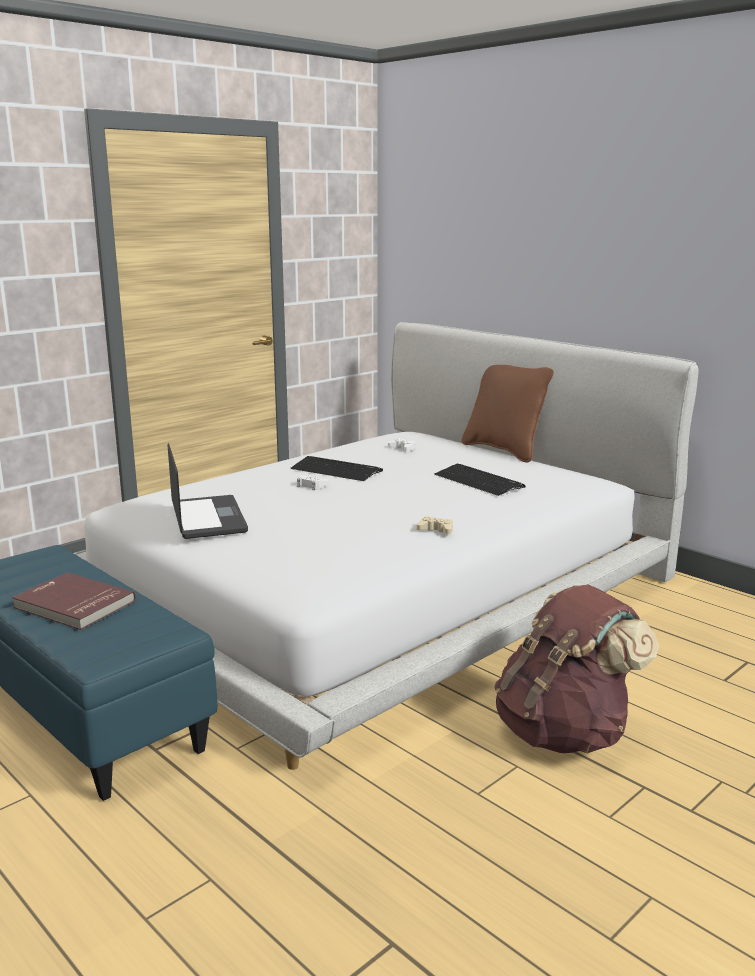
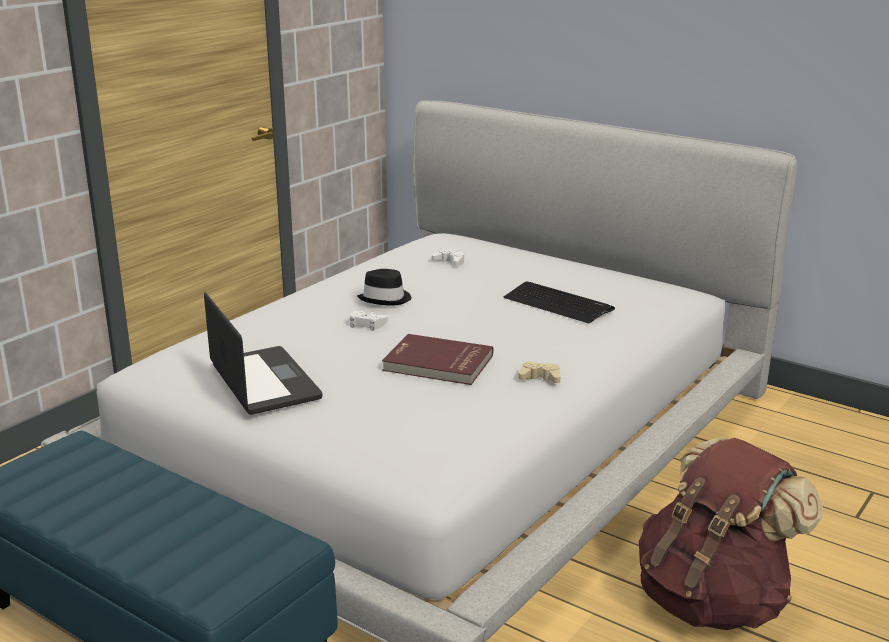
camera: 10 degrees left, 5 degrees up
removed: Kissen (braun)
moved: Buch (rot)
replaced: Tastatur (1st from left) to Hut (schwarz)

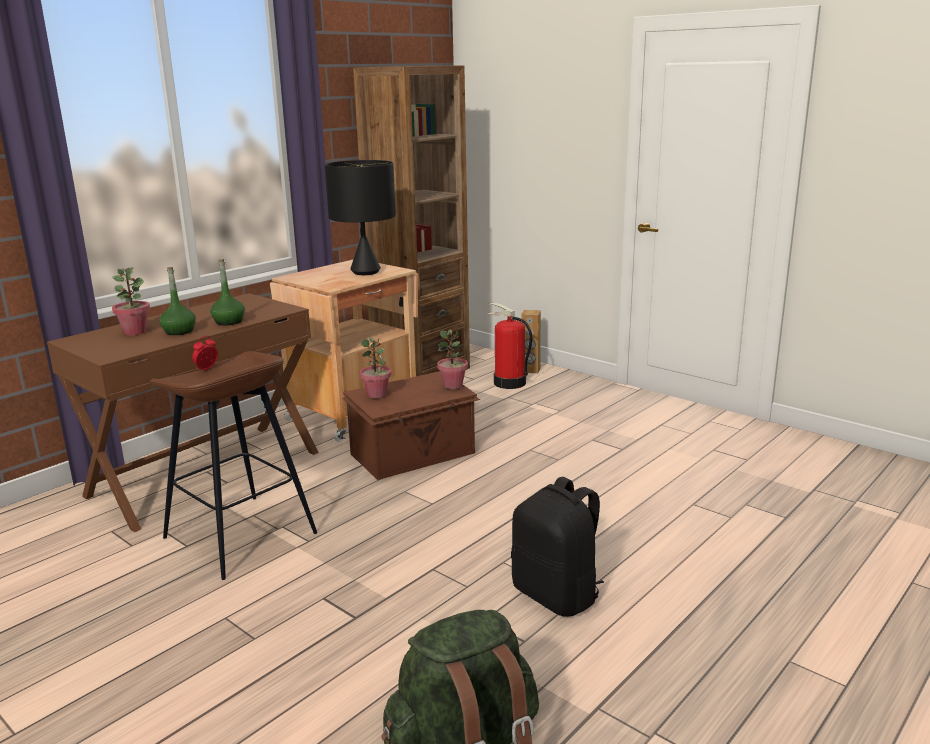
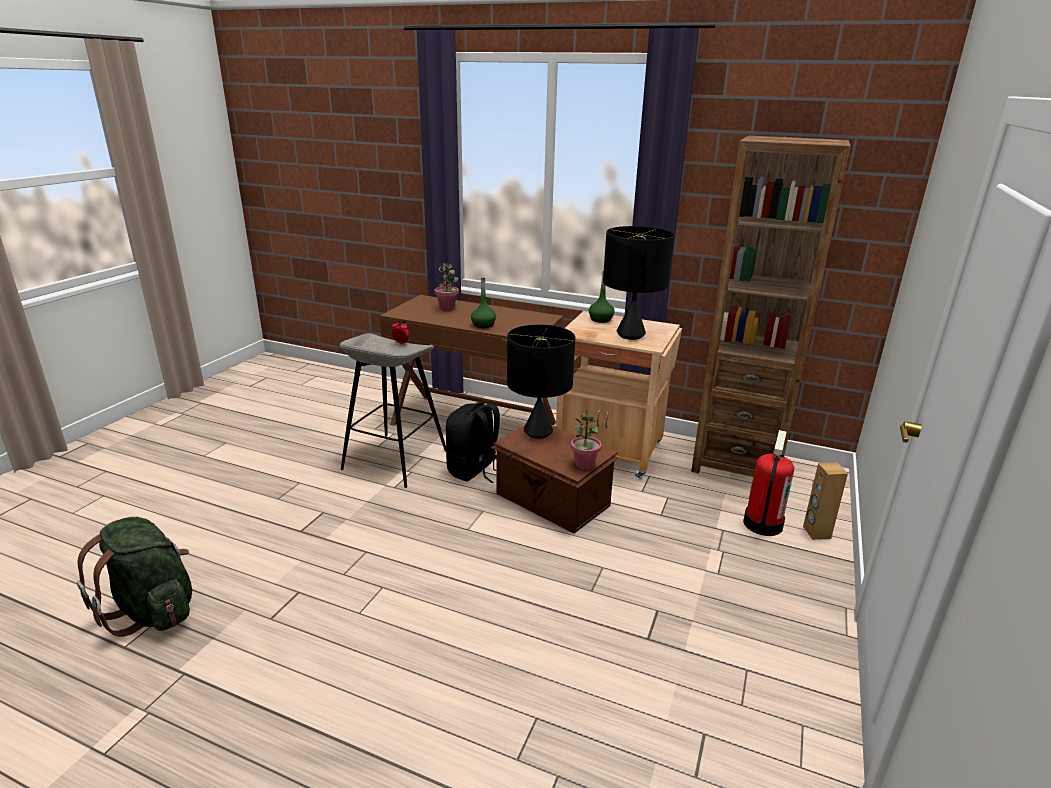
camera: 70 degrees right, 5 degrees up
moved: Flasche (grün) (1st from left in the first image) to Flasche (grün) (2nd from left); Rucksack (schwarz)
replaced: Topfpflanze (2nd from left) to Tischlampe (schwarz) (1st from left)
recoloured: Hocker (braun) to Hocker (grau)

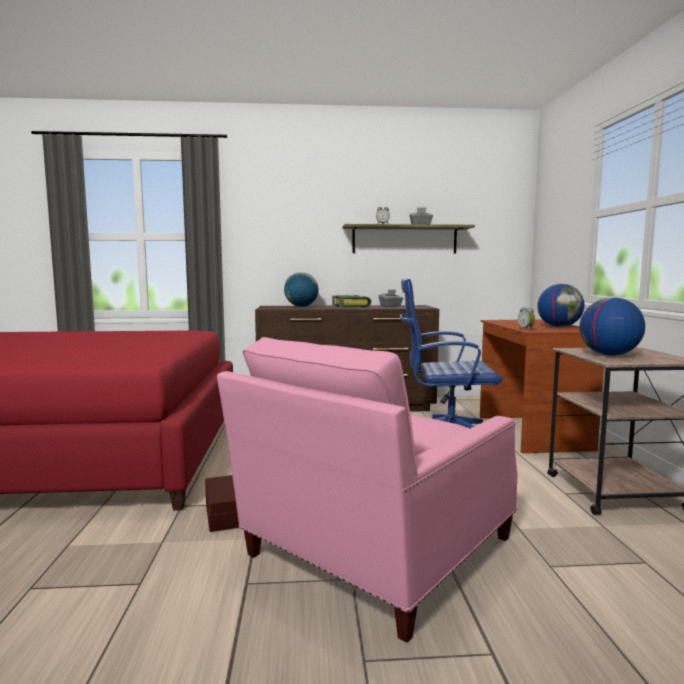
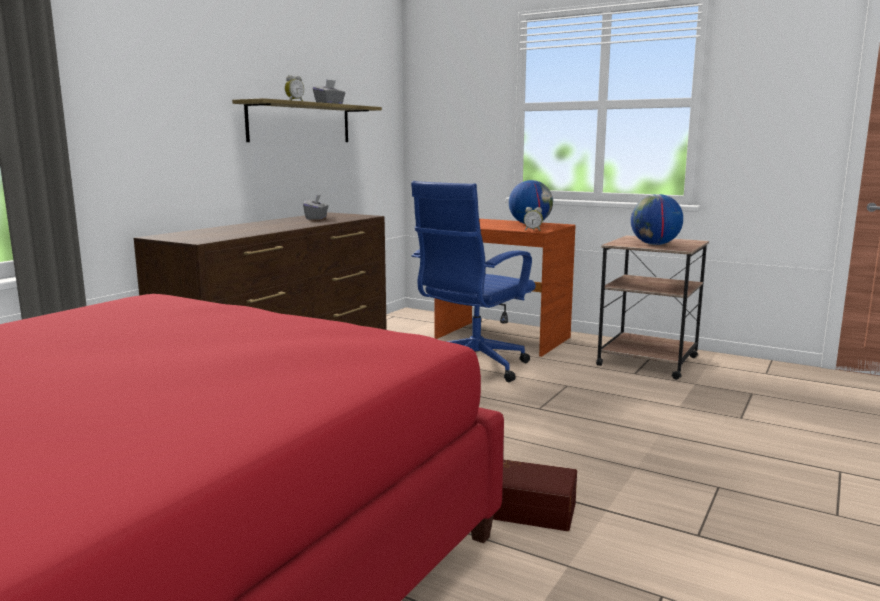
camera: 55 degrees left, 5 degrees up
removed: Sessel (rosa); Globus (1st from left); Buch

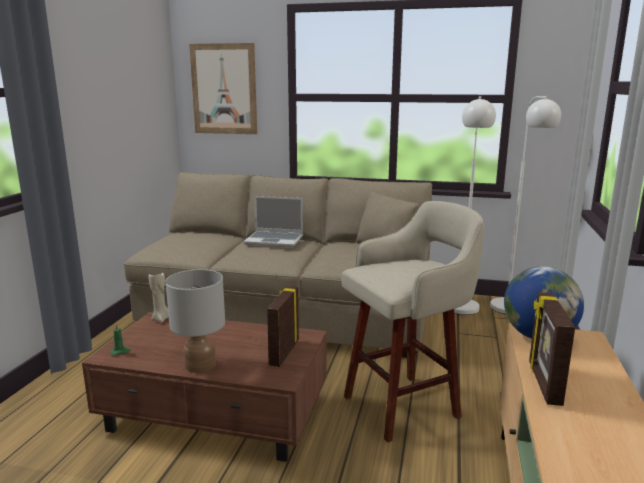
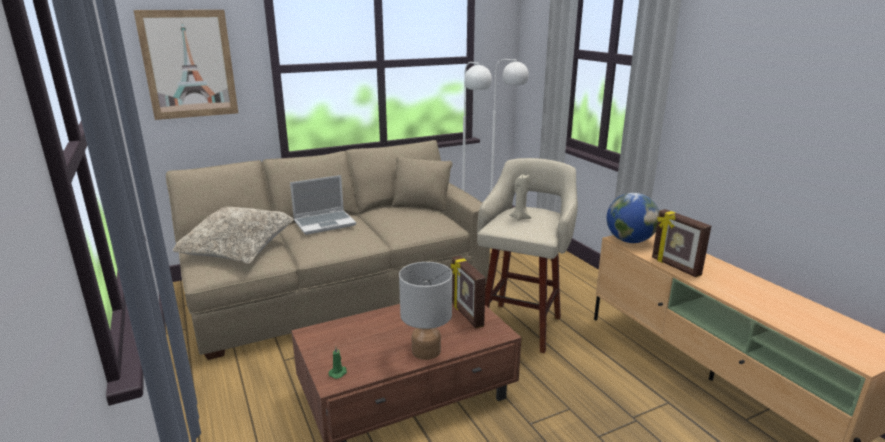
camera: 40 degrees left, 5 degrees up
added: Kissen (beige)
moved: Kerze (beige)

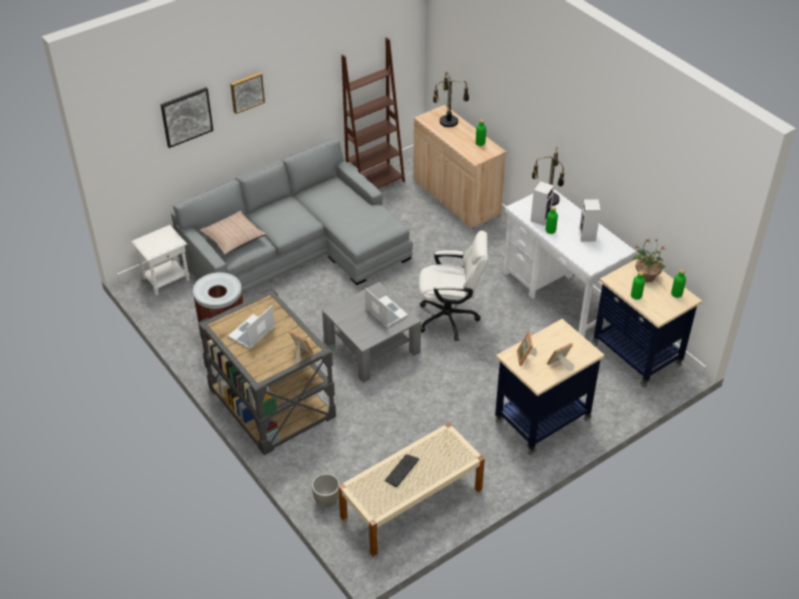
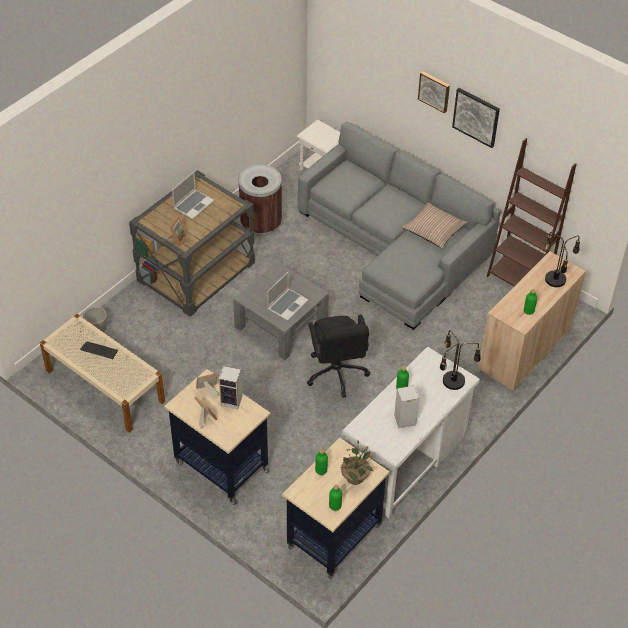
camera: 75 degrees right, 5 degrees up
moved: Bild (1st from left in the first image) to Bild (2nd from left); Kissen; Lautsprecher (1st from left)
recoloured: Bürostuhl (weiß) to Bürostuhl (schwarz)
turned: Laptop (1st from left) 105 degrees clockwise

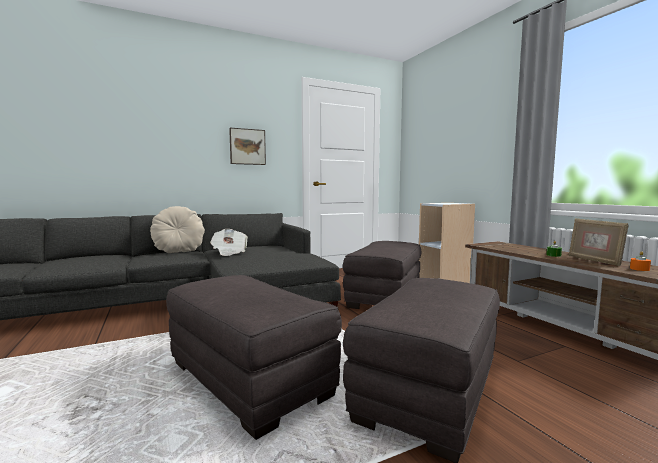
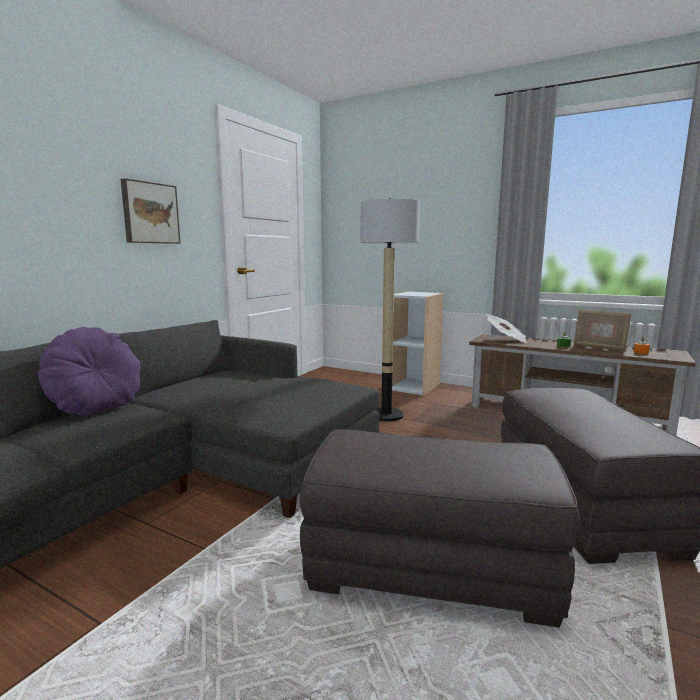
camera: 35 degrees left, 5 degrees up
moved: Zeitung
replaced: Polsterhocker (grau) (2nd from left) to Stehlampe
recoloured: Kissen (beige) to Kissen (lila)

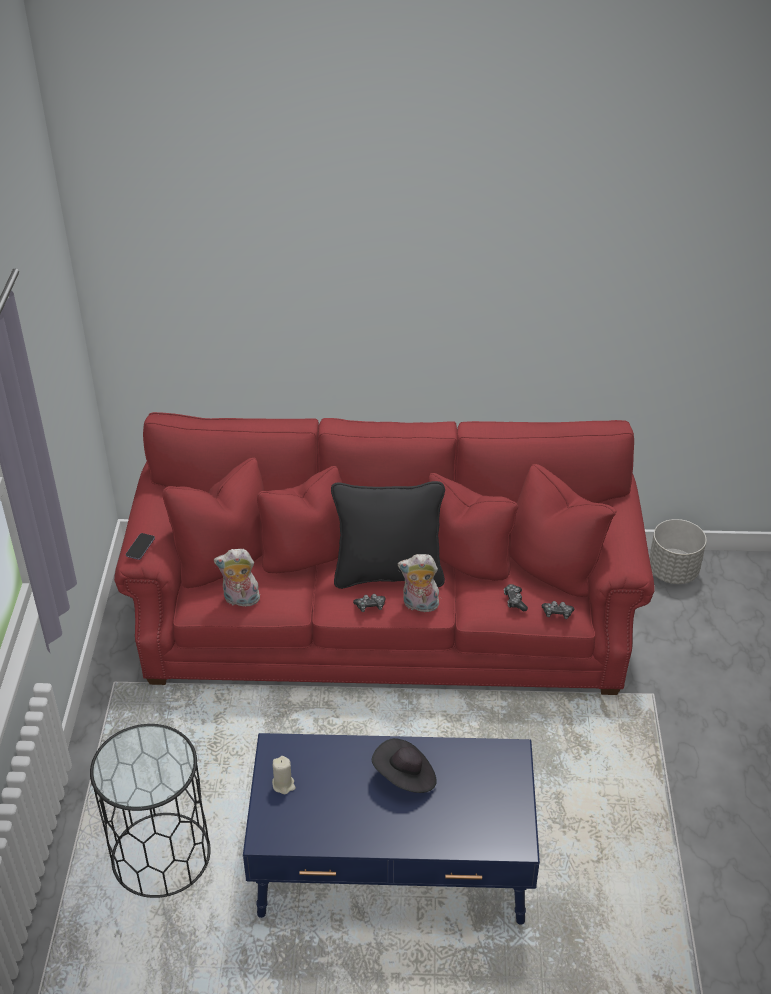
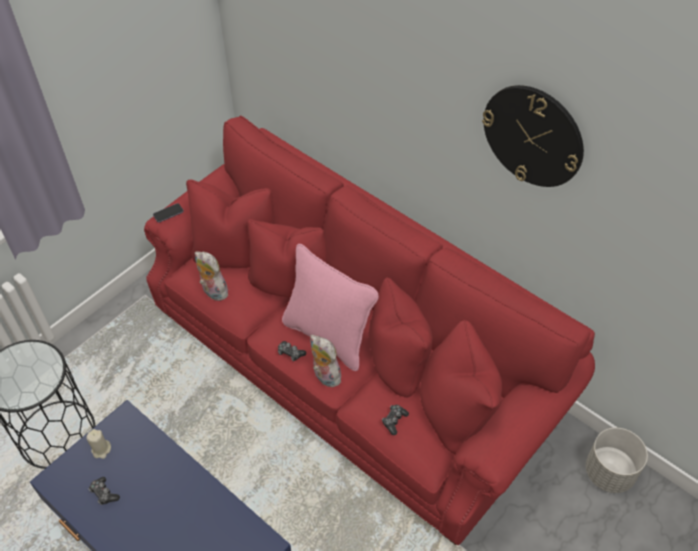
camera: 40 degrees right, 10 degrees up
removed: Hut (schwarz)
added: Wanduhr
moved: Gamepad (3rd from left in the first image) to Gamepad (1st from left)
recoloured: Kissen (schwarz) to Kissen (rosa)

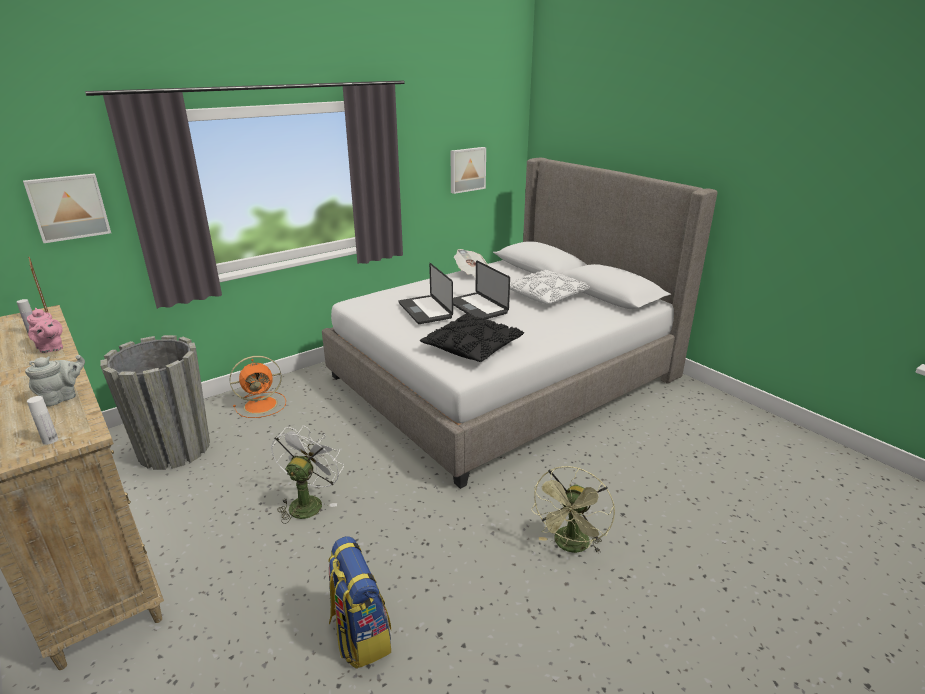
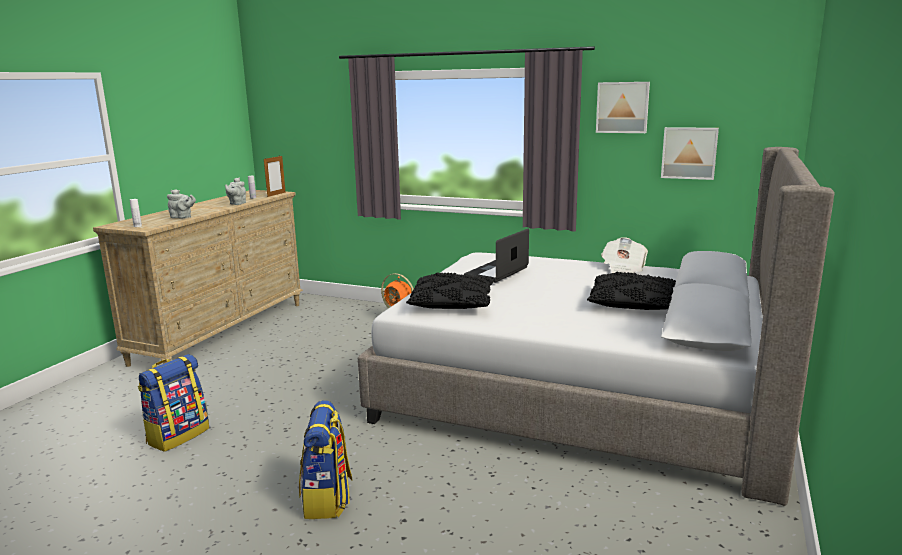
camera: 60 degrees right, 10 degrees down
removed: Pflanzkübel (grau); Ventilator (weiß); Laptop (2nd from left)
moved: Bild (1st from left)
replaced: Ventilator (grün) to Rucksack (2nd from left)
recoloured: Teekanne (rosa) to Teekanne (grau) (2nd from left); Kissen (weiß) to Kissen (schwarz) (2nd from left)

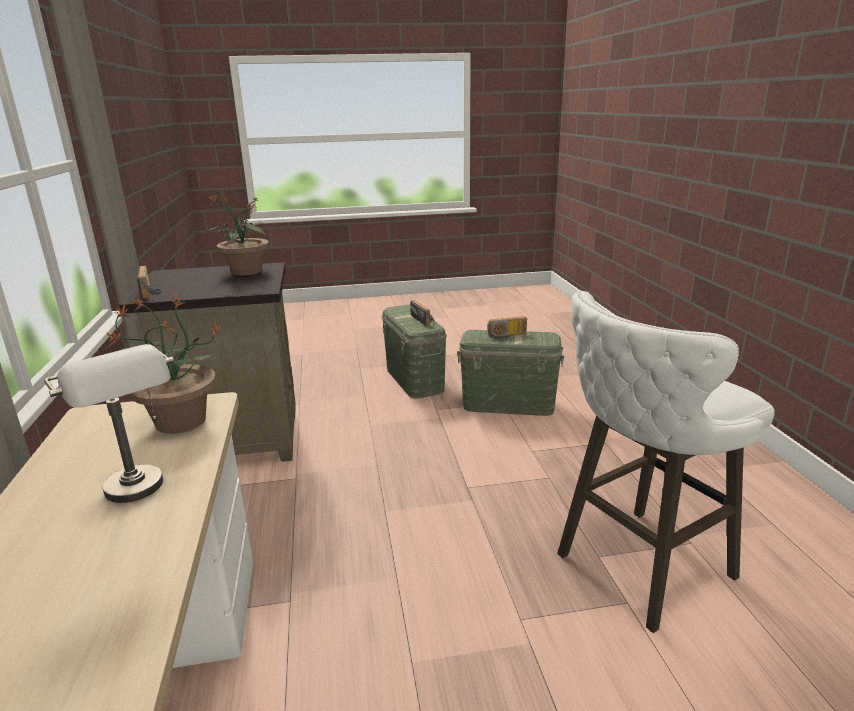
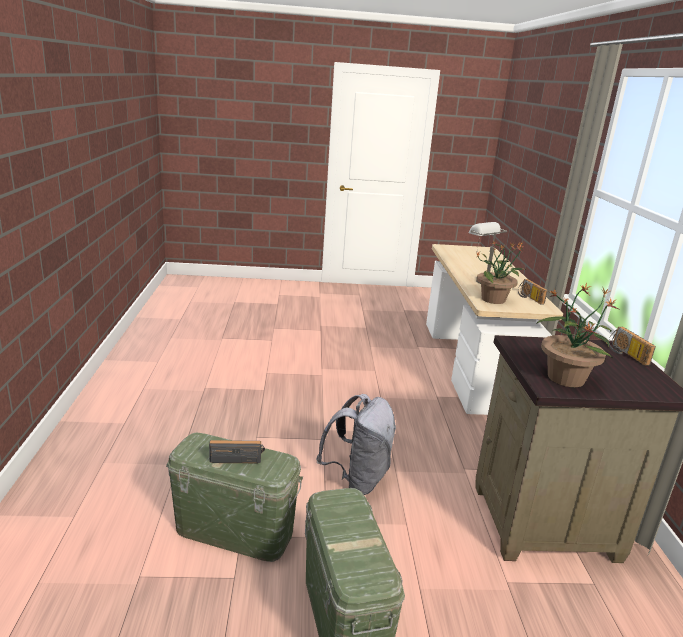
camera: 175 degrees left, 0 degrees up
removed: Hocker (weiß)
added: Rucksack (grau)
moved: Radio (2nd from left)

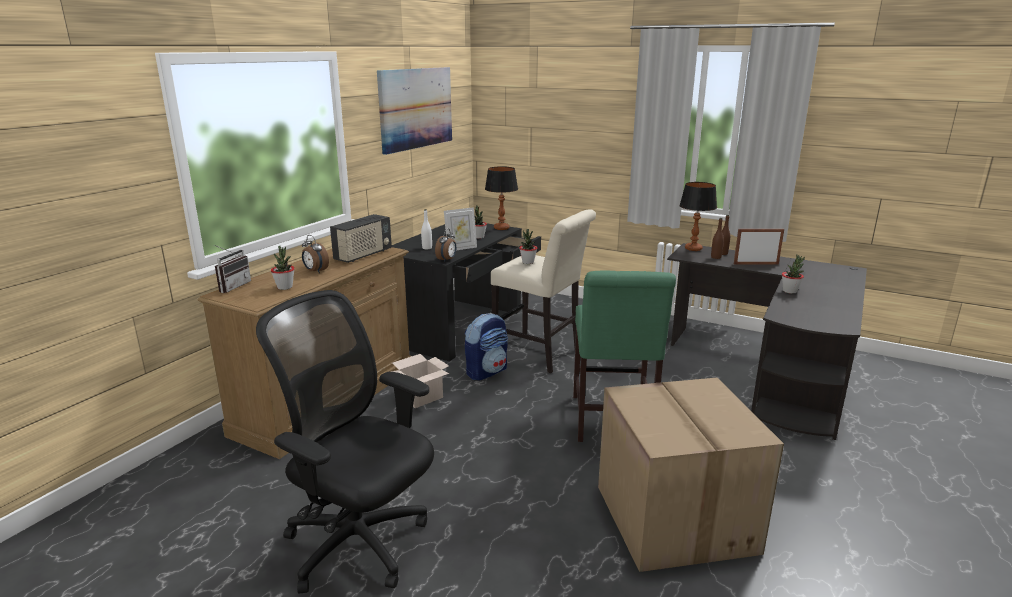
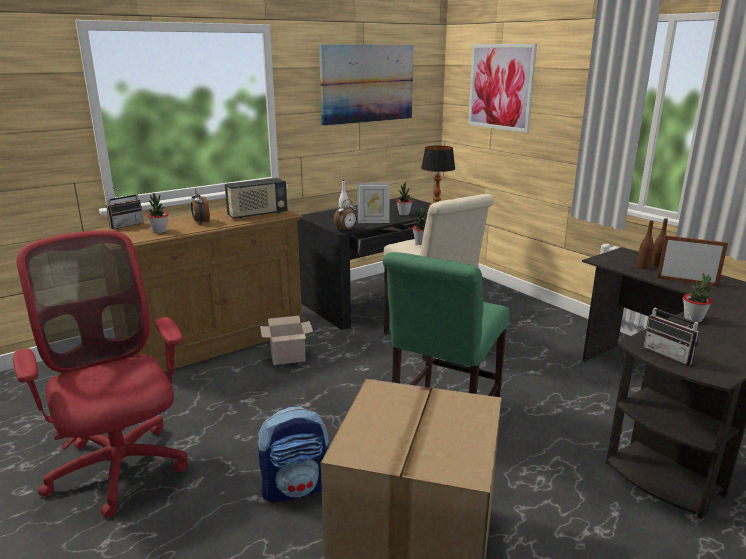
camera: 25 degrees right, 0 degrees up
removed: Tischlampe (2nd from left)
added: Bild (2nd from left); Radio (3rd from left)
moved: Rucksack
recoloured: Bürostuhl (schwarz) to Bürostuhl (rot)

